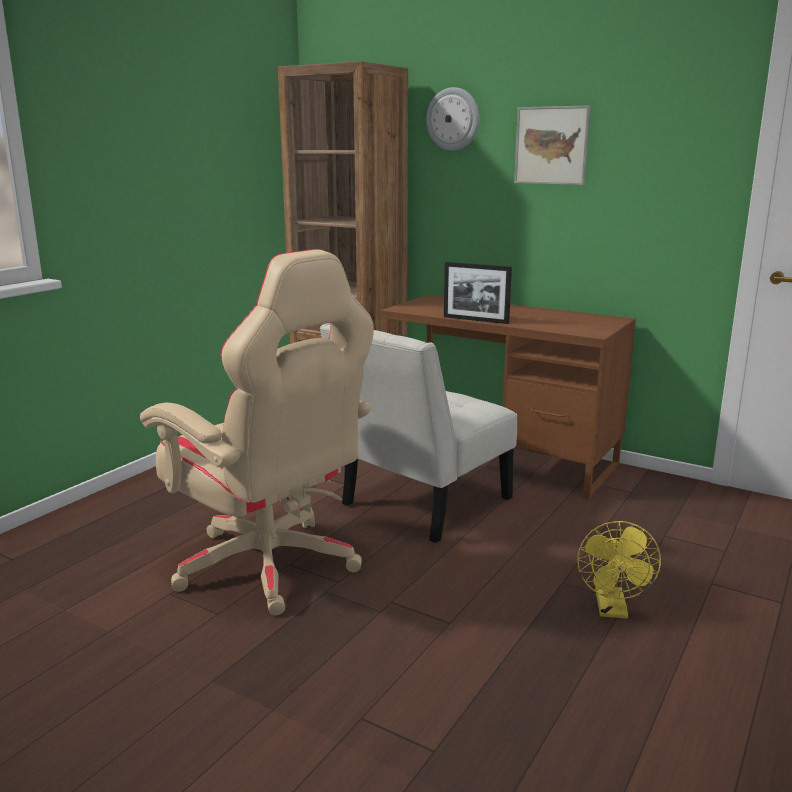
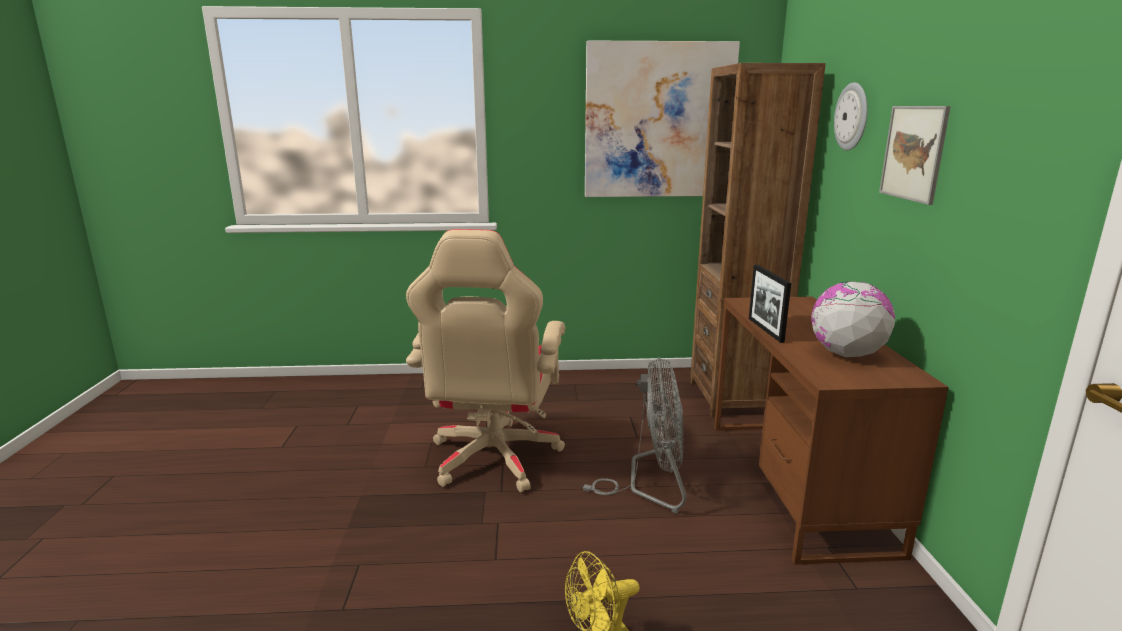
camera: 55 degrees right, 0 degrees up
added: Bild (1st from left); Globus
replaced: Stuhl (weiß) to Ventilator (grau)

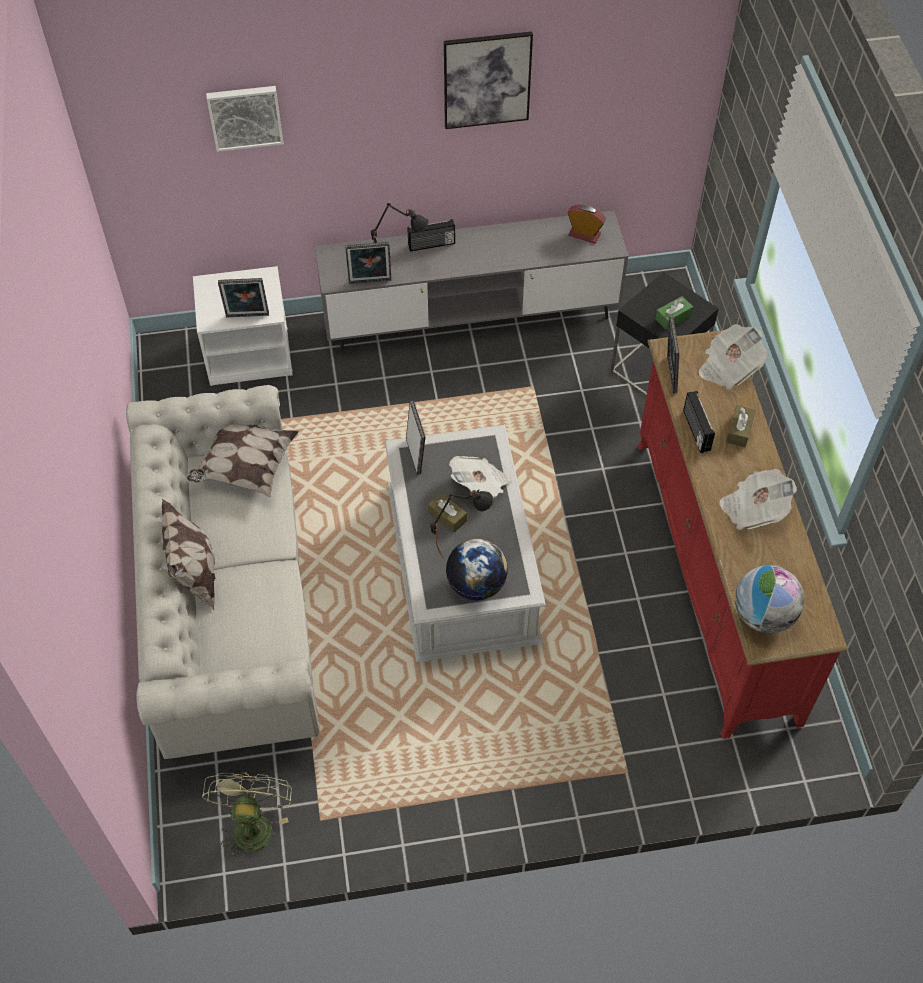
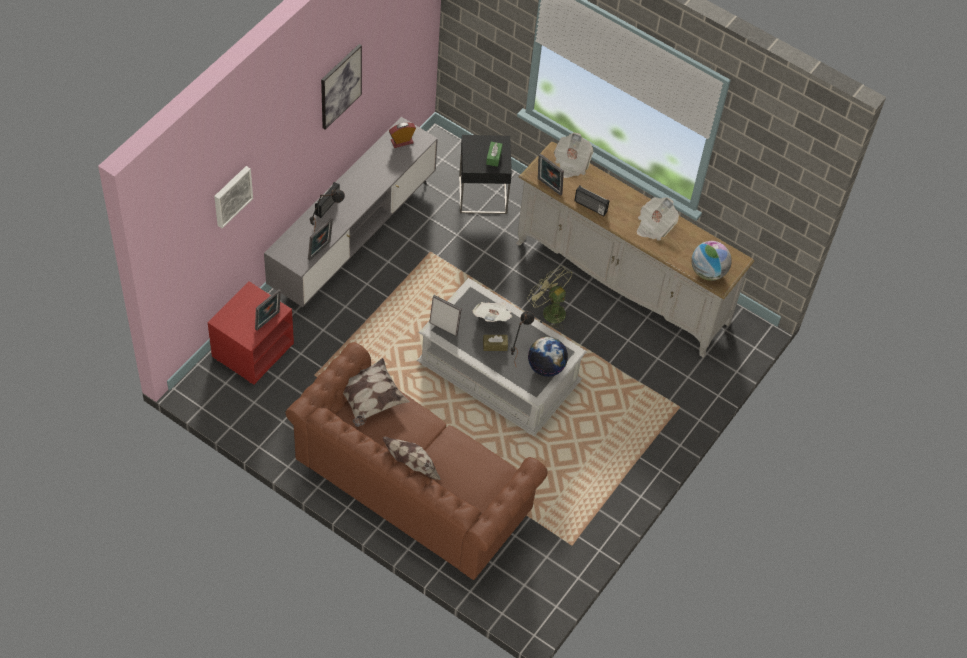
camera: 50 degrees left, 0 degrees up
removed: Taschentuchbox (braun) (2nd from left)
moved: Ventilator (grün)
recoloured: Sofa (weiß) to Sofa (braun); Nachttisch (weiß) to Nachttisch (rot); Schrank (rot) to Schrank (grau)

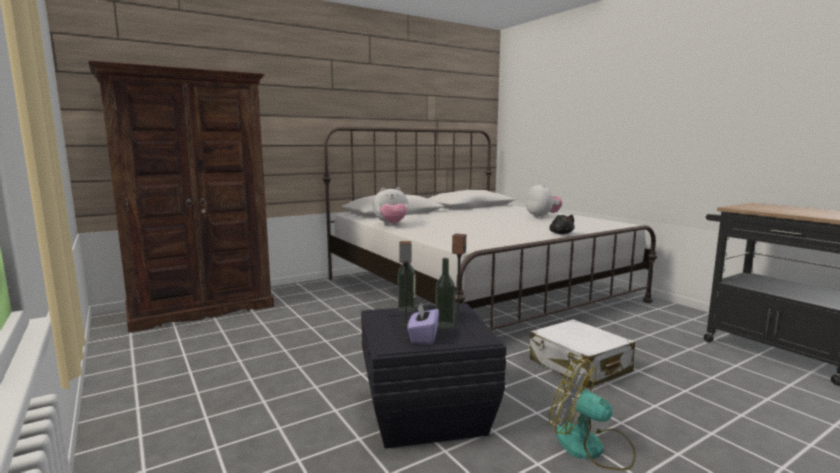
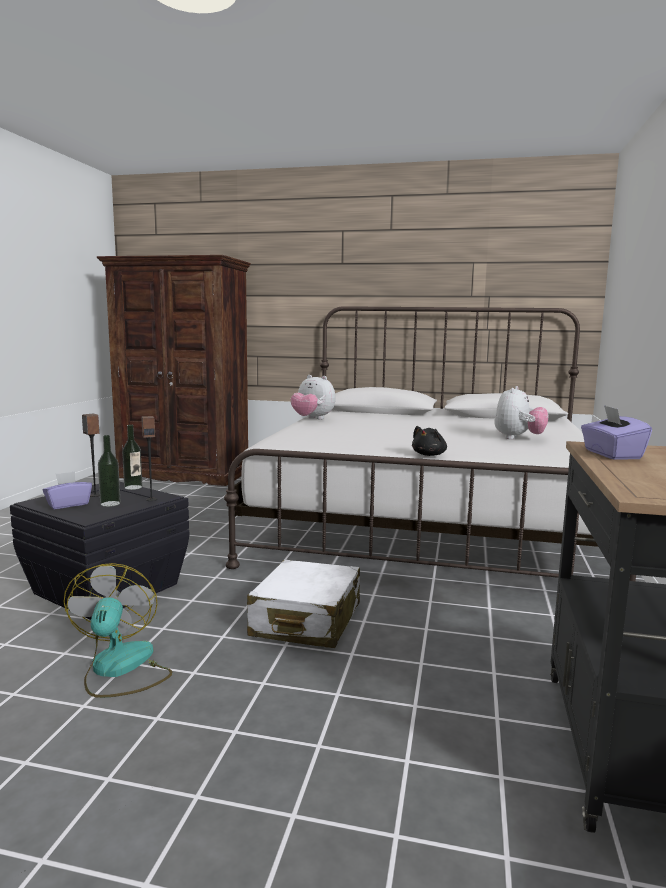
camera: 45 degrees right, 0 degrees up
added: Taschentuchbox (lila) (2nd from left)

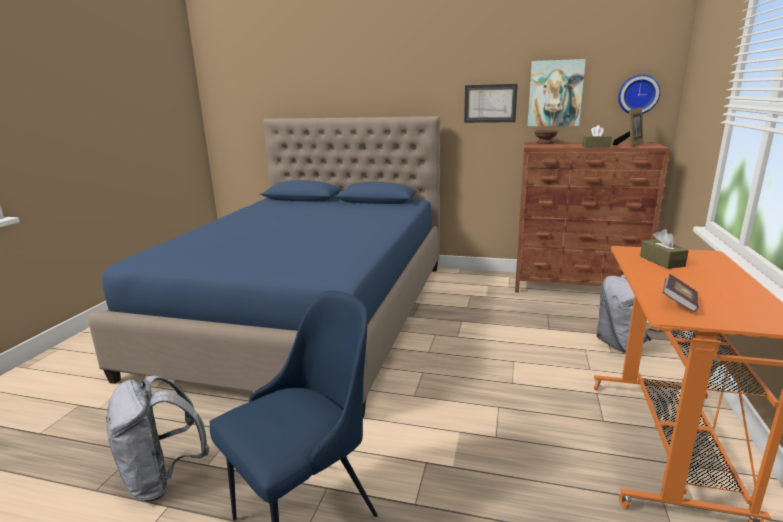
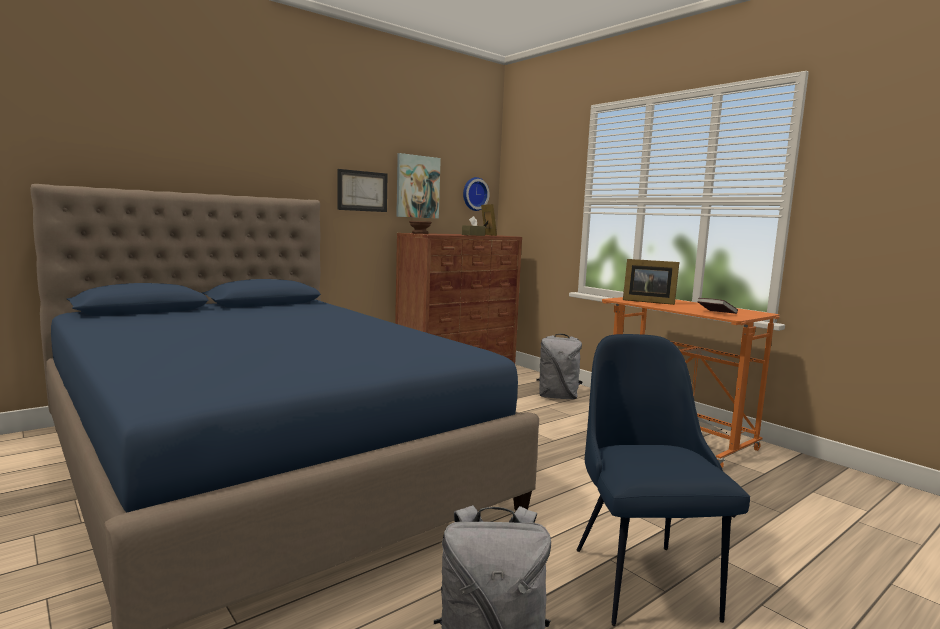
camera: 55 degrees left, 10 degrees down
replaced: Taschentuchbox (braun) (2nd from left) to Bilderrahmen (2nd from left)

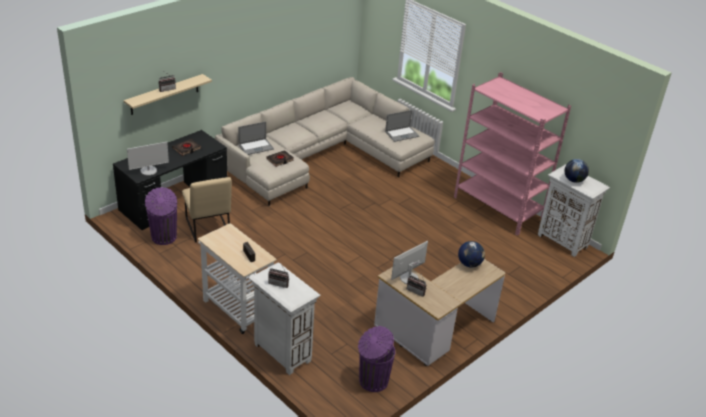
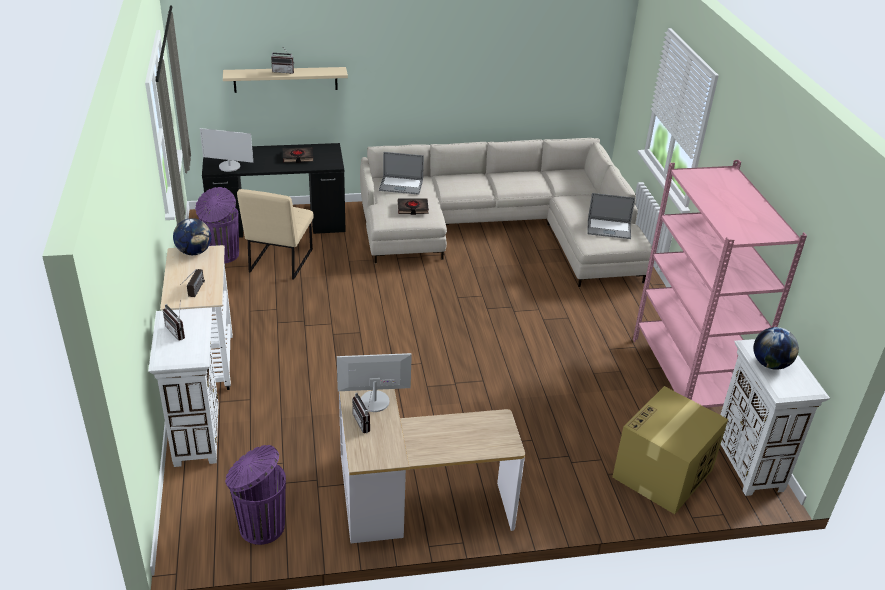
camera: 35 degrees right, 0 degrees up
added: Karton
moved: Globus (1st from left)

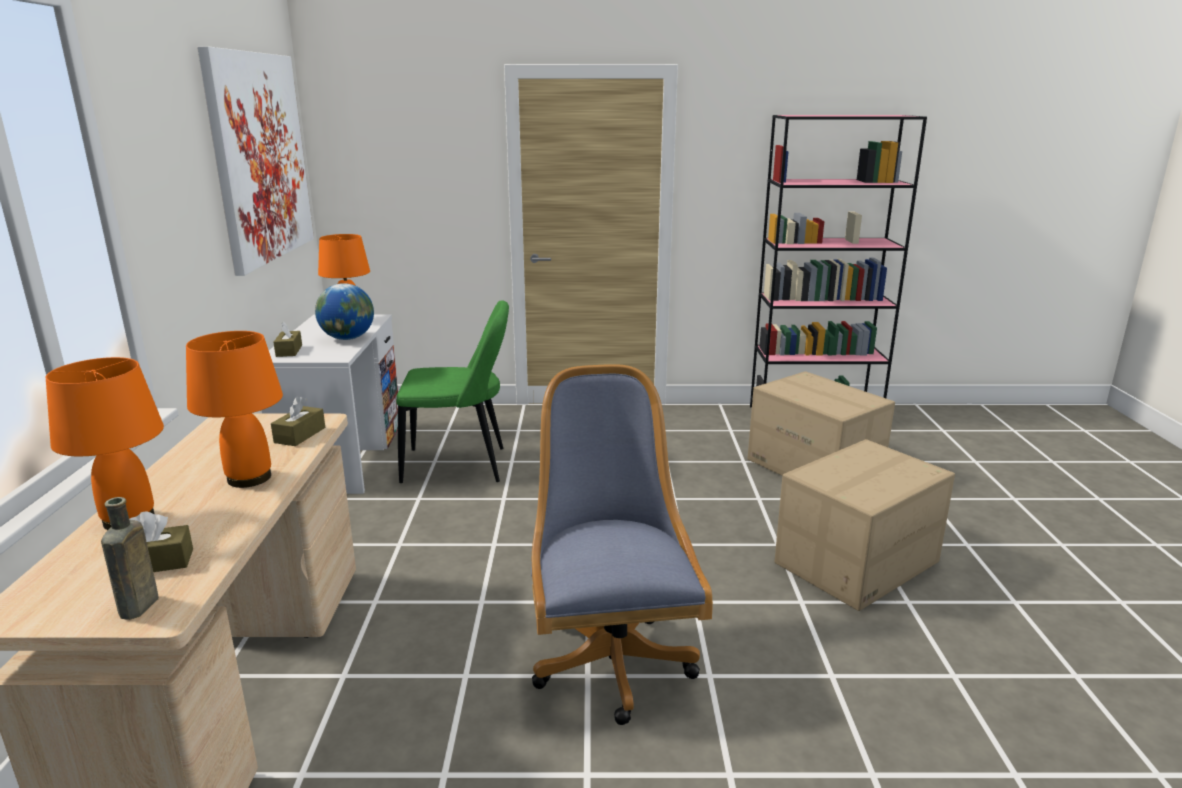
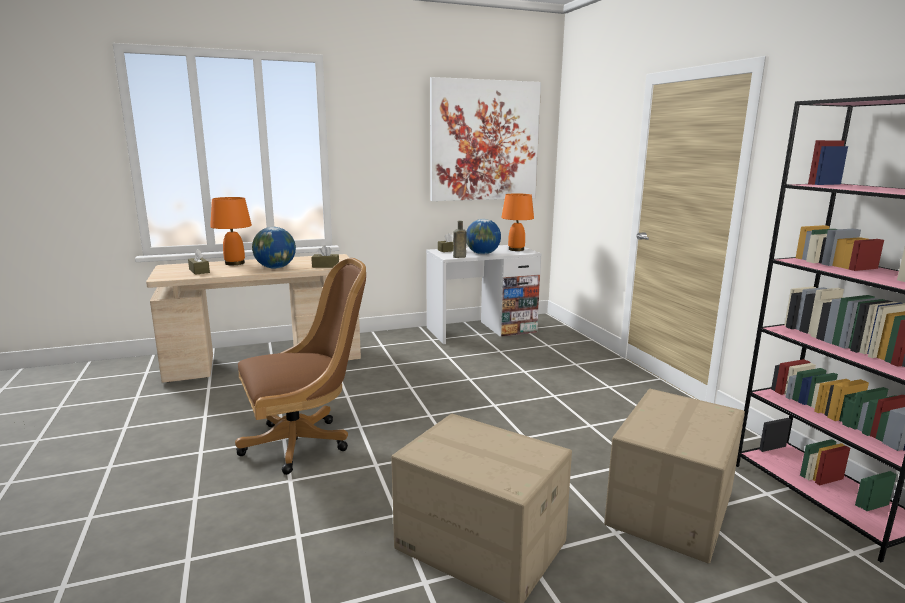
camera: 70 degrees right, 5 degrees down
removed: Stuhl (grün)
moved: Flasche (braun)
replaced: Tischlampe (orange) (2nd from left) to Globus (1st from left)
recoloured: Bürostuhl (blau) to Bürostuhl (braun)

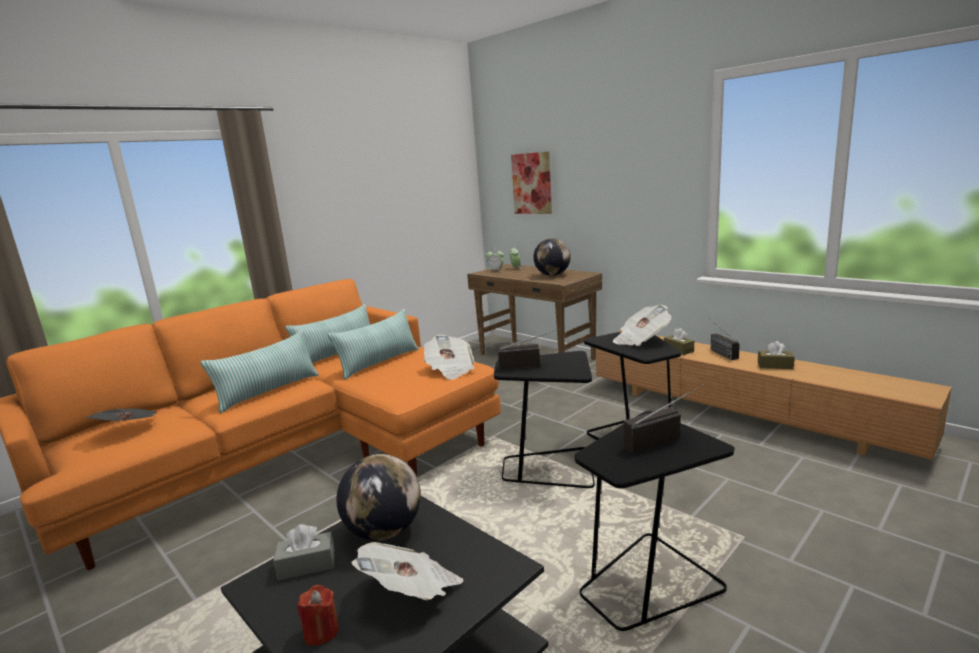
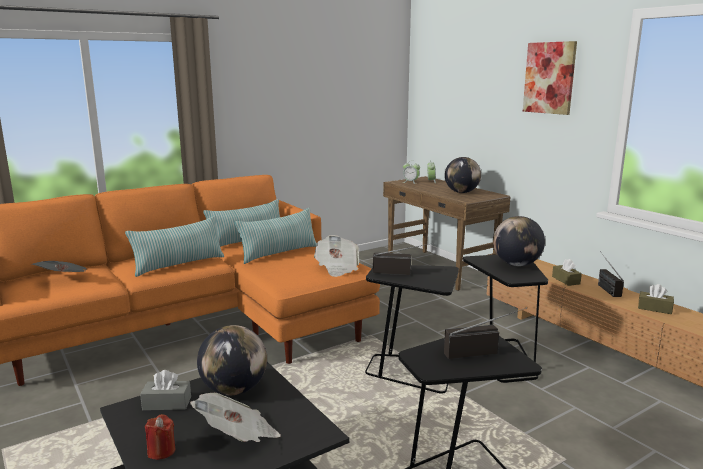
camera: 10 degrees right, 0 degrees up
moved: Bild
replaced: Zeitung (4th from left) to Globus (3rd from left)

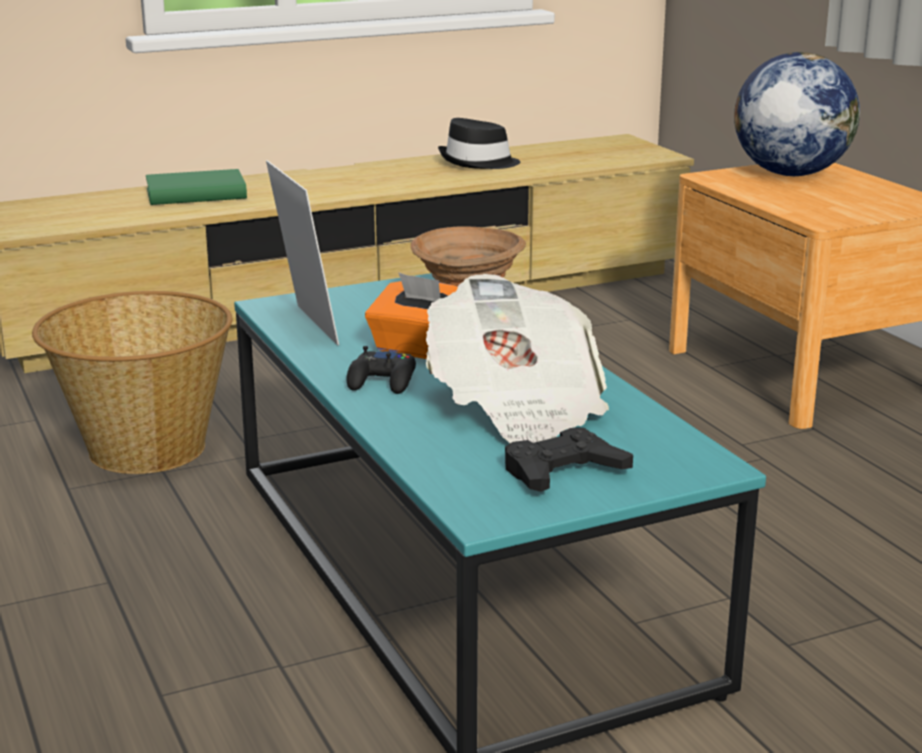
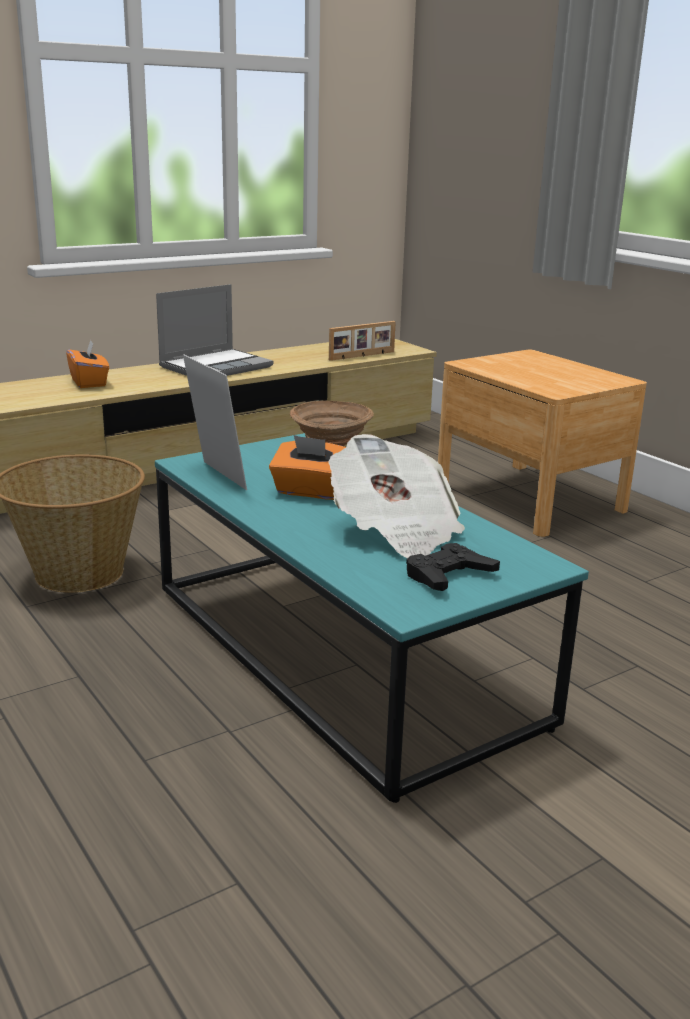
camera: 10 degrees left, 0 degrees up
removed: Gamepad (schwarz) (1st from left); Hut (schwarz); Globus
added: Laptop; Bilderrahmen (2nd from left)
replaced: Buch (grün) to Taschentuchbox (orange) (1st from left)

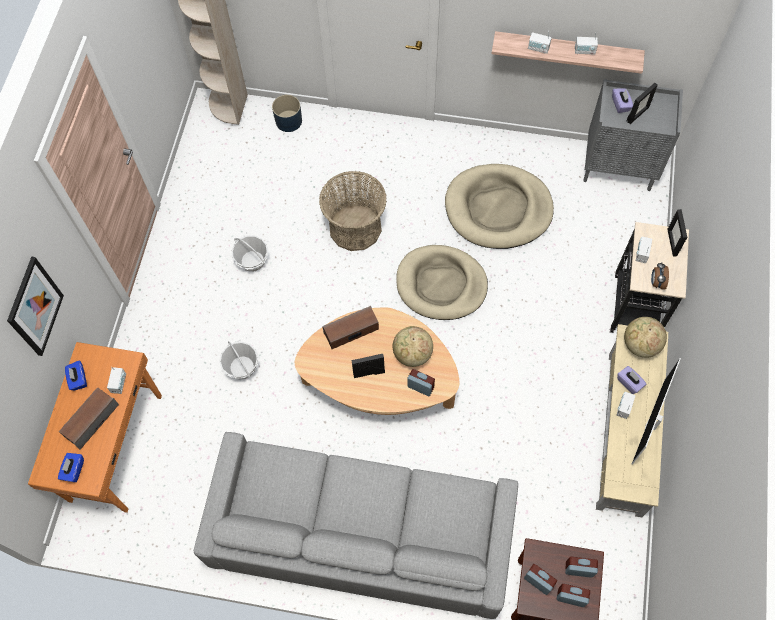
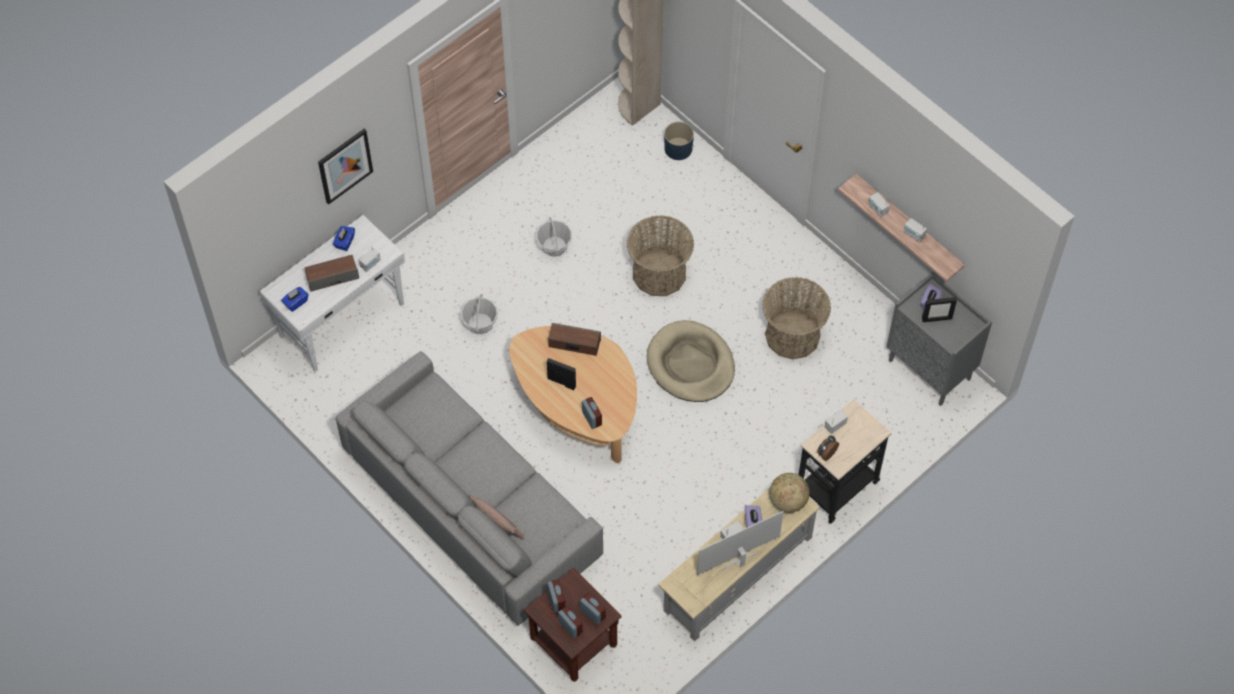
camera: 35 degrees right, 5 degrees down
removed: Globus (1st from left); Bilderrahmen (3rd from left)
added: Kissen (beige)
replaced: Hundebett (beige) (2nd from left) to Korb (4th from left)
recoloured: Konsolentisch (orange) to Konsolentisch (weiß)

